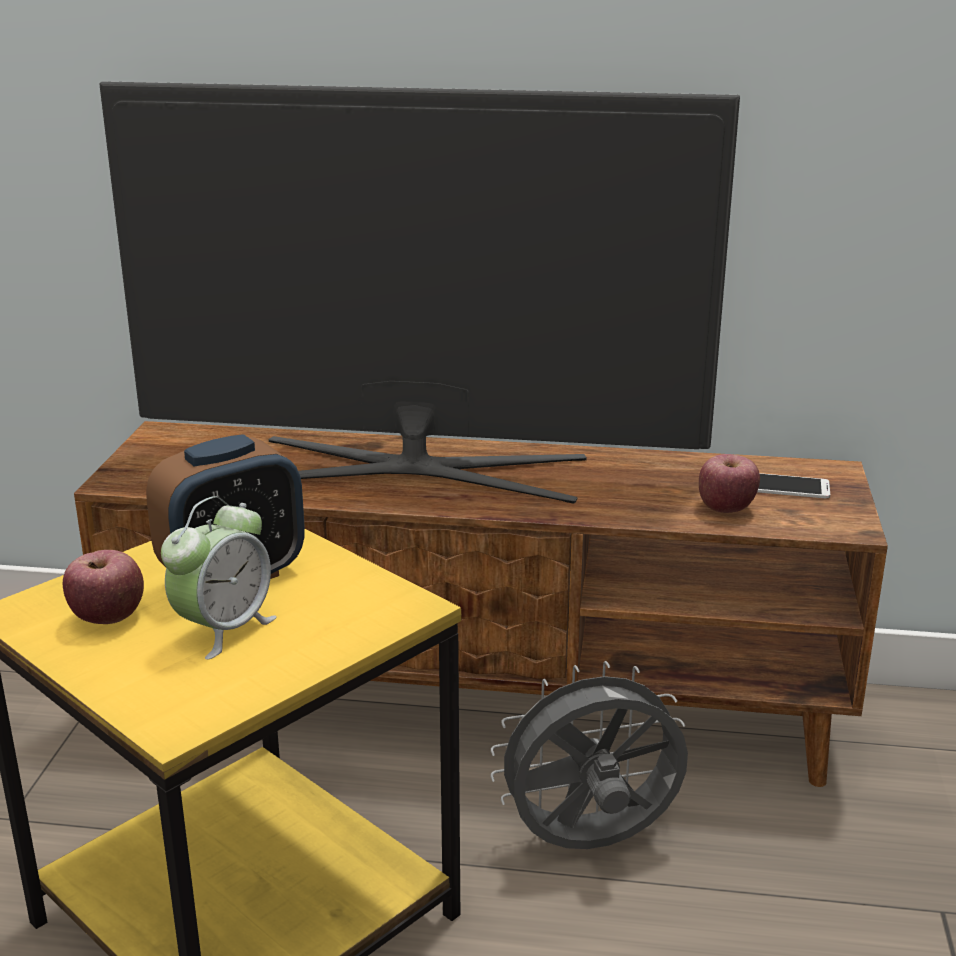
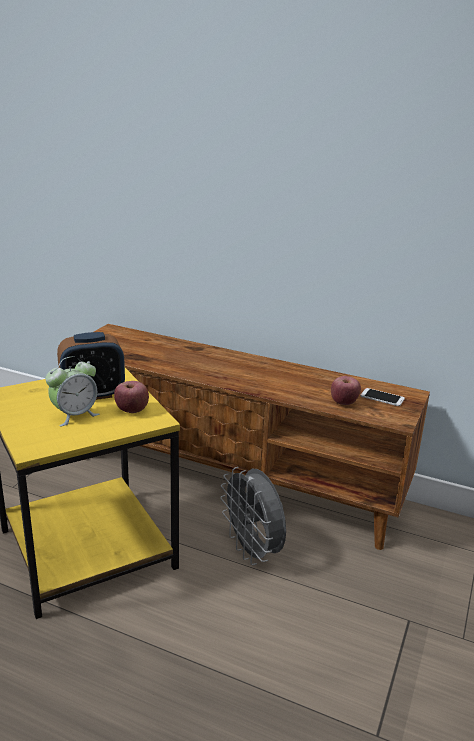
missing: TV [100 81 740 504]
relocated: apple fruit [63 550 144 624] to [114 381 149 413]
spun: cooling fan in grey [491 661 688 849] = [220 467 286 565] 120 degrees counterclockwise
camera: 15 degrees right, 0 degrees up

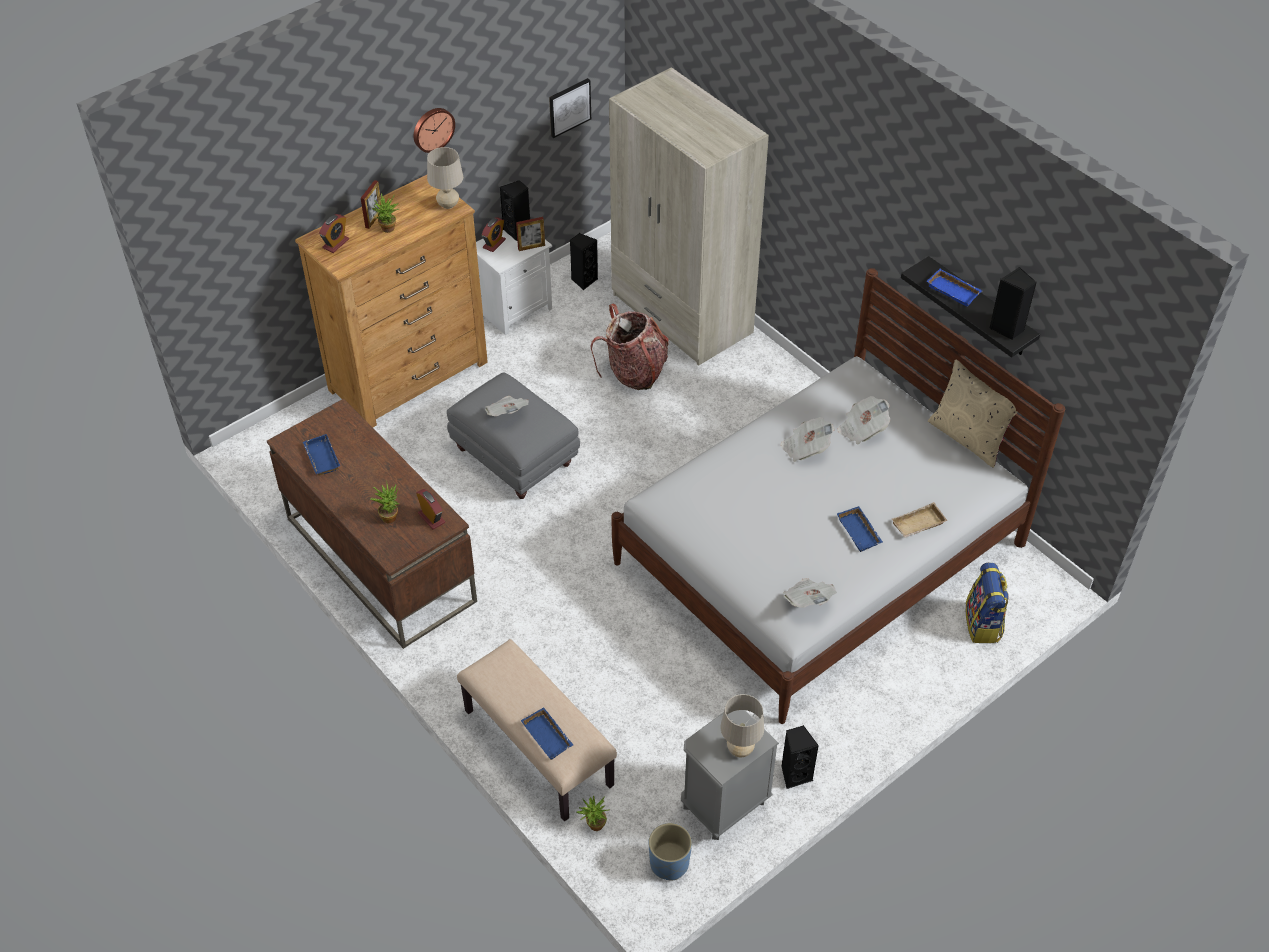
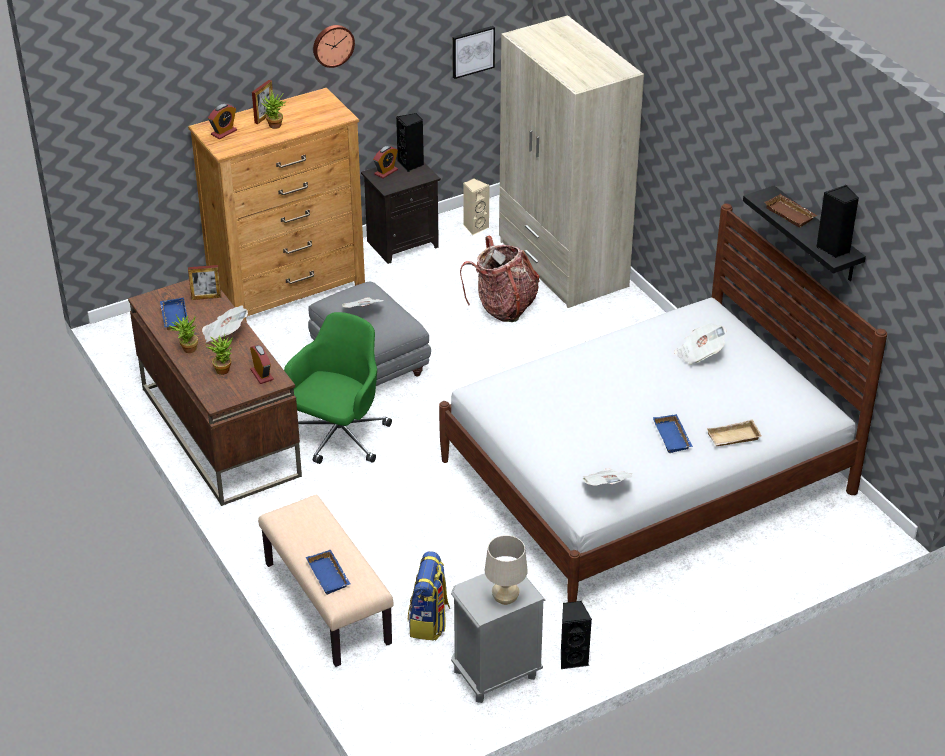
missing: tabletop lamp in beige-coloured [427 147 463 209]; plant pot in blue [649 823 692 880]; pillow in beige-coloured [928 360 1017 468]
appeared: computer chair in green [284 312 392 464]
relocated: photo frame [516 217 545 251] to [188 265 221 300]; houseplant [576 796 609 831] to [169 315 198 353]; printed paper [780 417 835 462] to [202 305 248 343]; rucksack [966 563 1009 643] to [408 551 450 641]
colour: night table in white [476 230 552 335] to night table in blackish [361 161 441 264]; audio speaker in blackish [570 233 598 290] to audio speaker in beige-coloured [463 178 490 235]; tray in blue [927 269 982 307] to tray in brownish [764 194 817 228]
camera: 10 degrees right, 10 degrees down

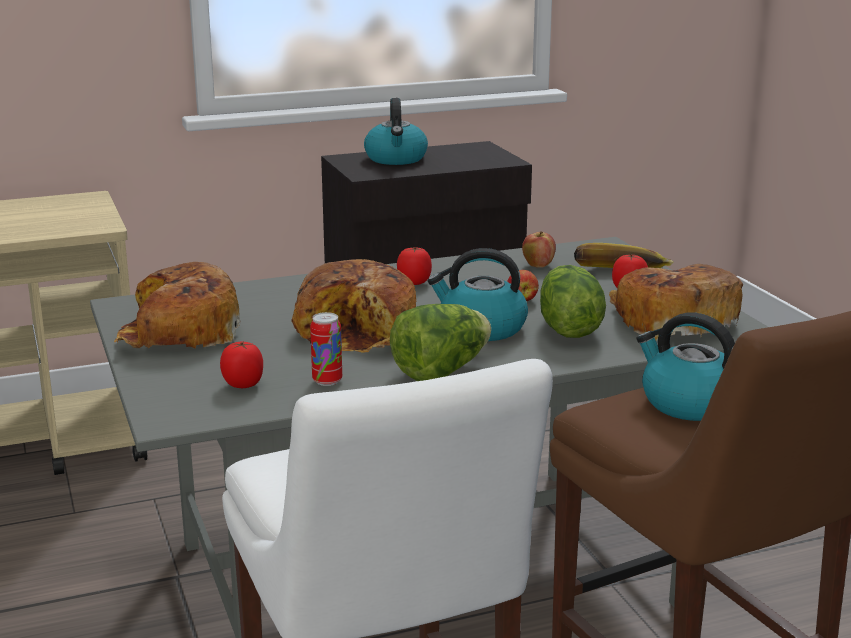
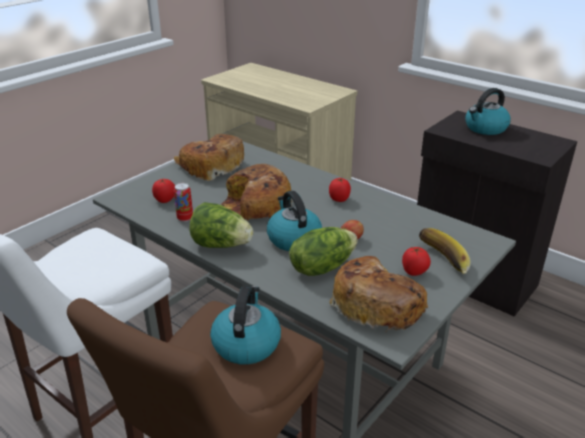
missing: apple fruit [522 231 556 268]
camera: 60 degrees right, 10 degrees up

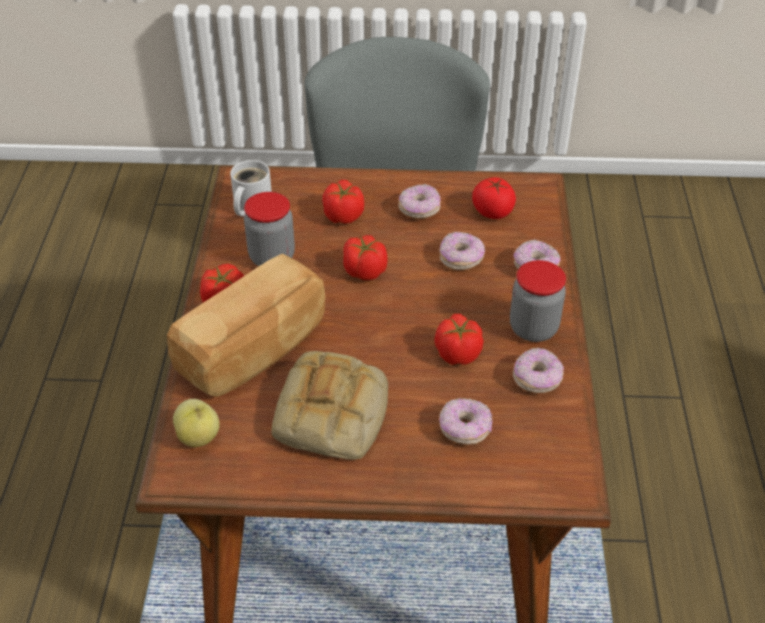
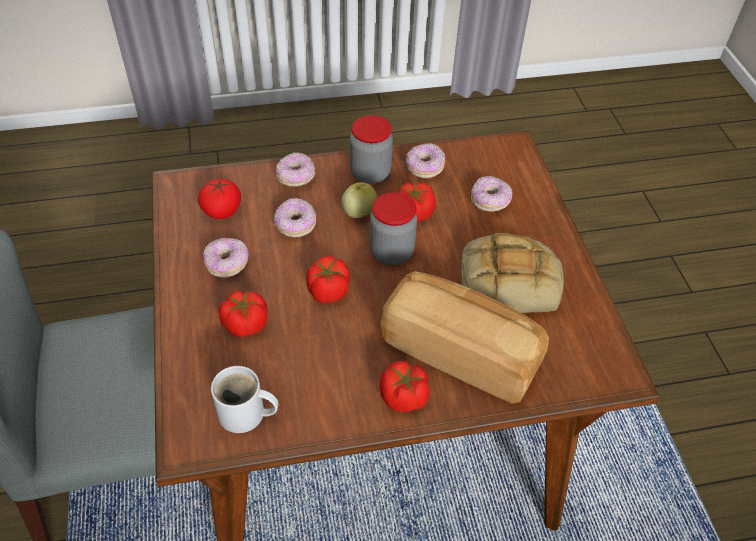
relocated: apple fruit [173 399 220 447] to [341 182 377 218]; jar [244 192 295 266] to [369 192 417 265]
camera: 105 degrees left, 5 degrees up

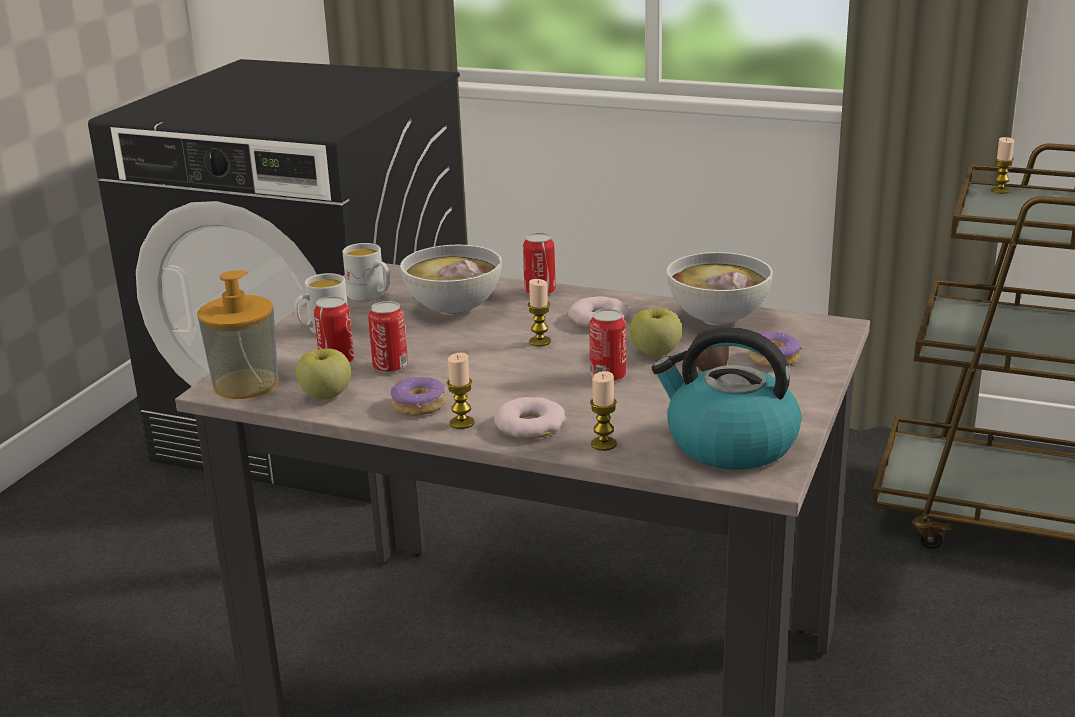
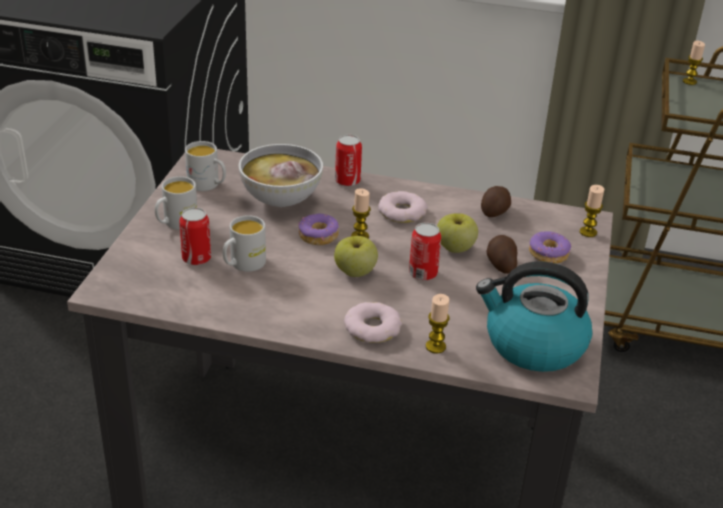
missing: liquid soap bottle [197 270 278 399]
relocated: apple fruit [296 349 351 400] to [334 236 378 277]; doughnut [391 377 446 416] to [298 214 339 245]; wax candle [447 353 474 429] to [580 185 604 237]
exchanged: can [368 301 408 373] to tea mug in white [223 215 266 272]; serving bowl [667 252 773 326] to whole potato [481 186 511 217]
camera: 10 degrees left, 10 degrees up

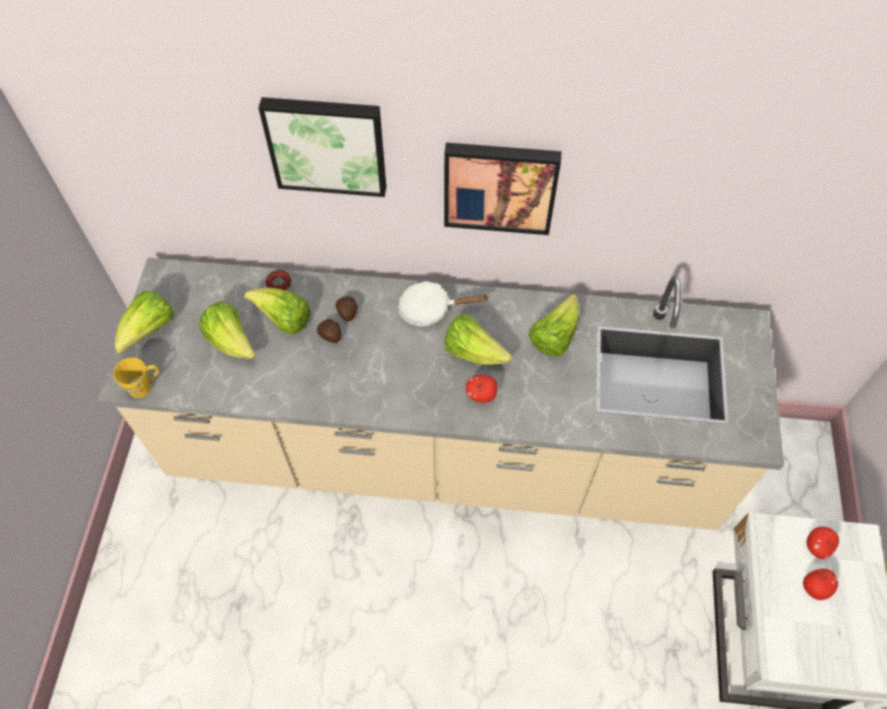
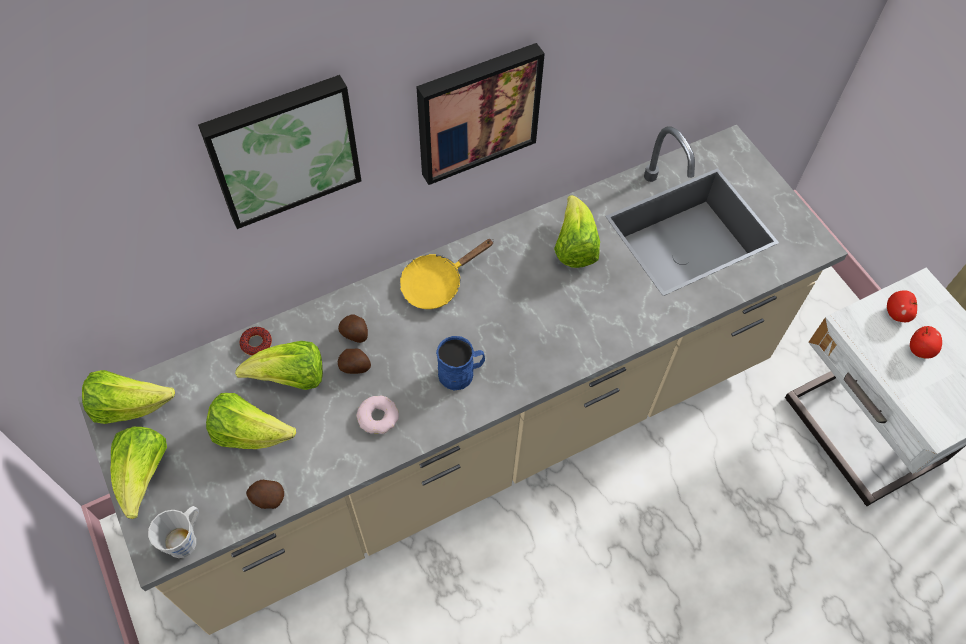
missing: apple fruit [466 375 497 403]
appeared: whole potato [246 480 284 509]; doughnut [356 396 399 434]; tea mug in blue [436 336 485 391]
relocated: head of lettuce [444 314 513 365] to [82 370 175 424]
colour: tea mug in yellow [113 358 159 398] to tea mug in grey [148 506 199 558]; skillet in white [398 281 489 327] to skillet in yellow [400 239 493 309]
camera: 35 degrees left, 0 degrees up

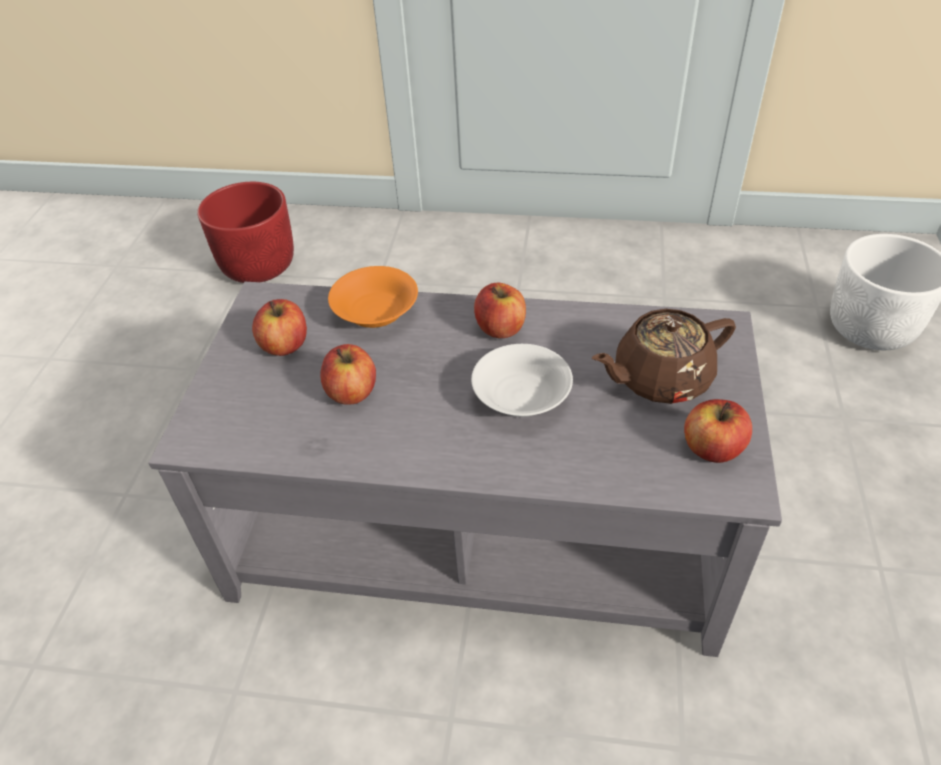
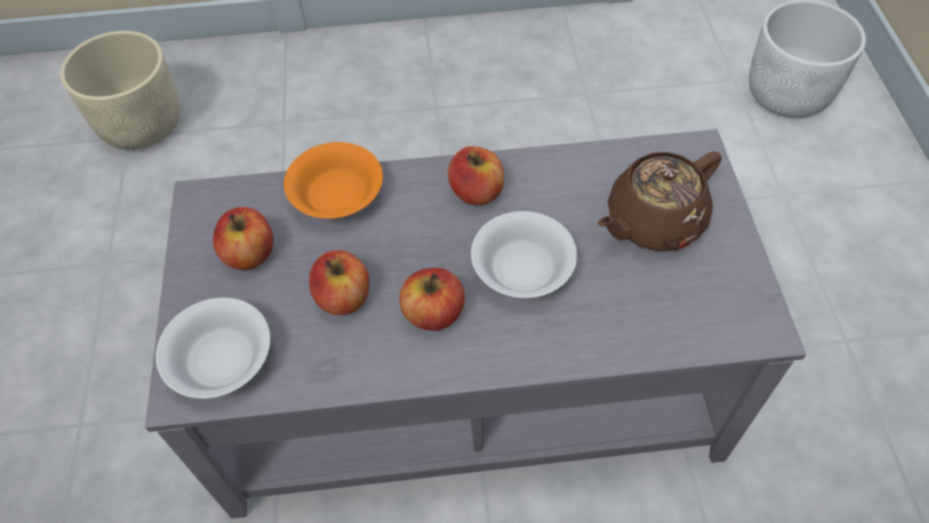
appeared: serving bowl in white [156 298 271 399]
relocated: apple fruit [684 399 752 463] to [399 268 465 331]
colour: plant pot in red-coloured [197 182 294 283] to plant pot in beige-coloured [60 31 180 150]
camera: 15 degrees left, 10 degrees up

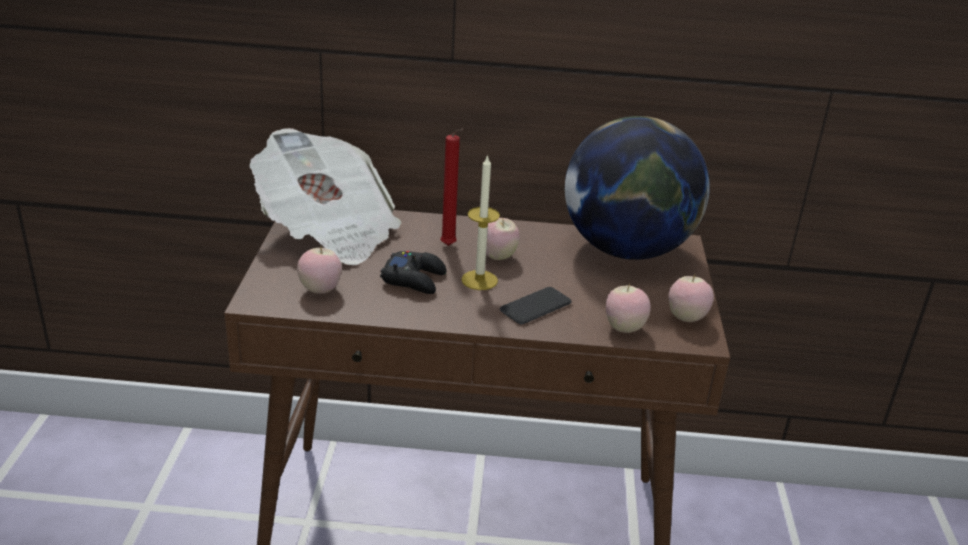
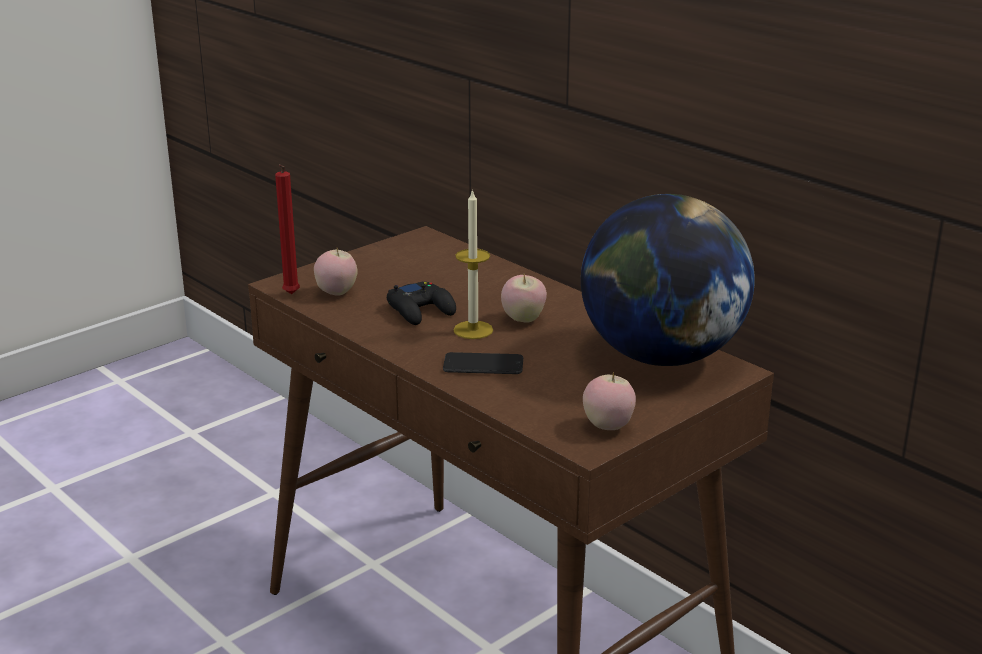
missing: printed paper [250 128 401 265]; apple fruit [606 284 651 333]
relocated: wax candle in red-coloured [440 129 463 246] to [275 164 300 294]
camera: 45 degrees right, 5 degrees down

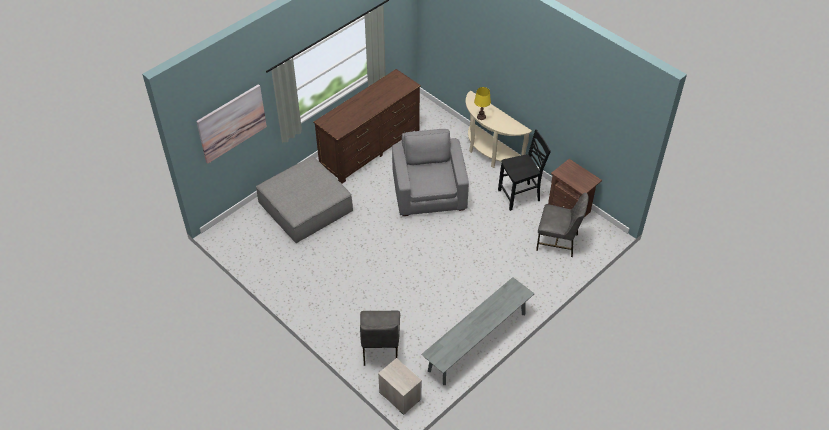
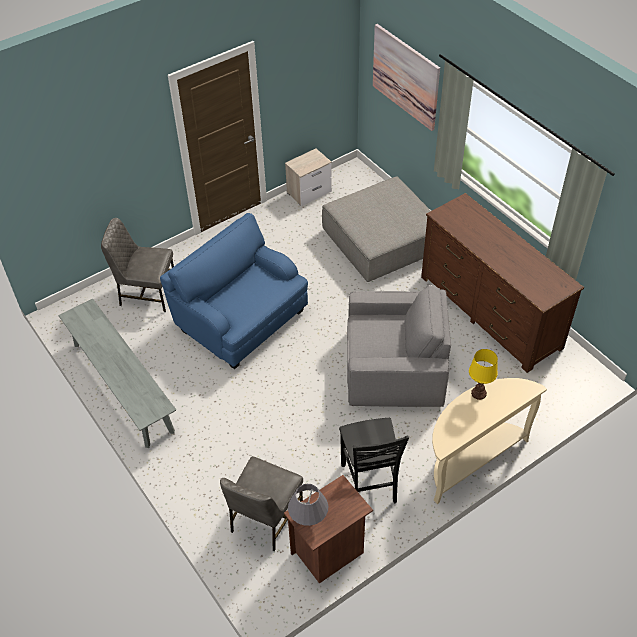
appeared: lounge chair in blue [160 213 308 369]; tabletop lamp in grey [288 484 328 526]
relocated: night table [378 358 422 415] to [285 149 332 206]
camera: 100 degrees right, 0 degrees up

